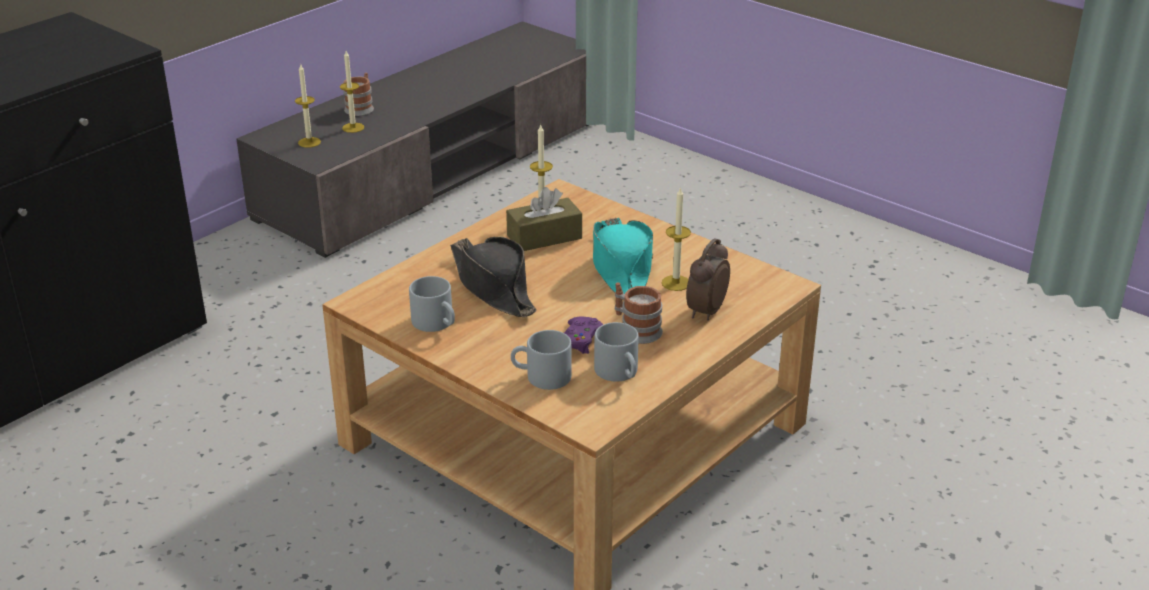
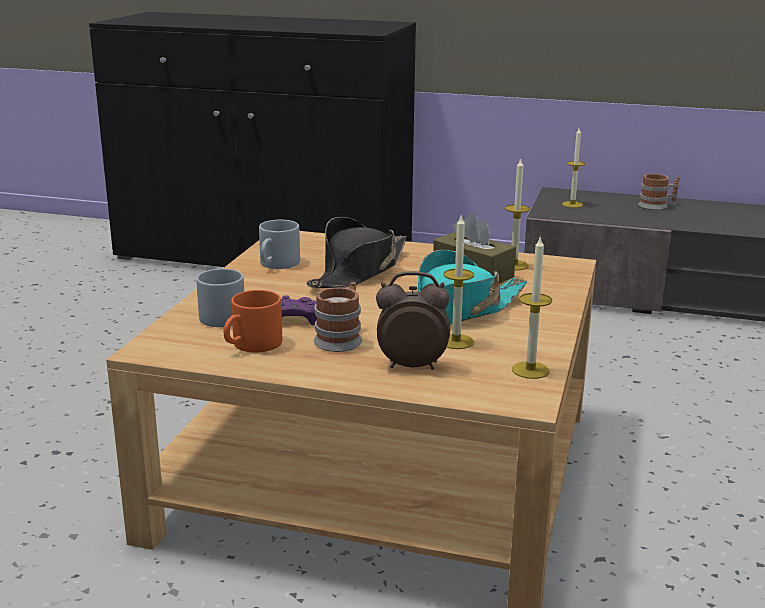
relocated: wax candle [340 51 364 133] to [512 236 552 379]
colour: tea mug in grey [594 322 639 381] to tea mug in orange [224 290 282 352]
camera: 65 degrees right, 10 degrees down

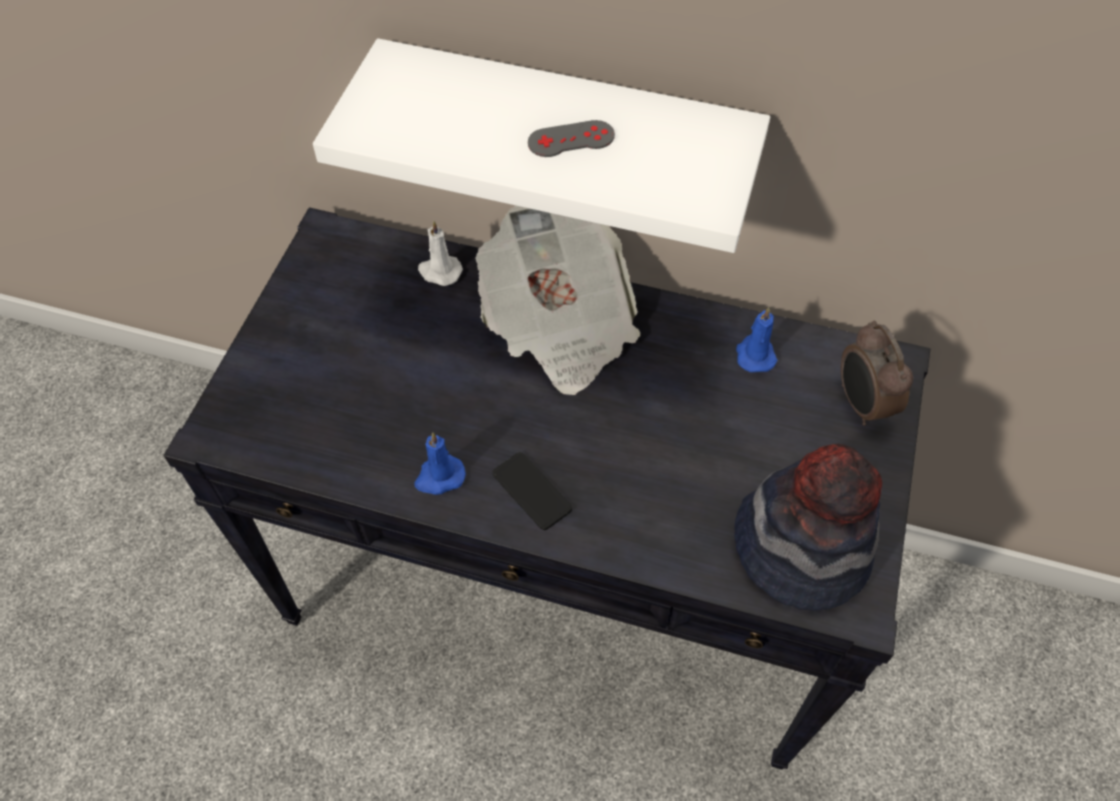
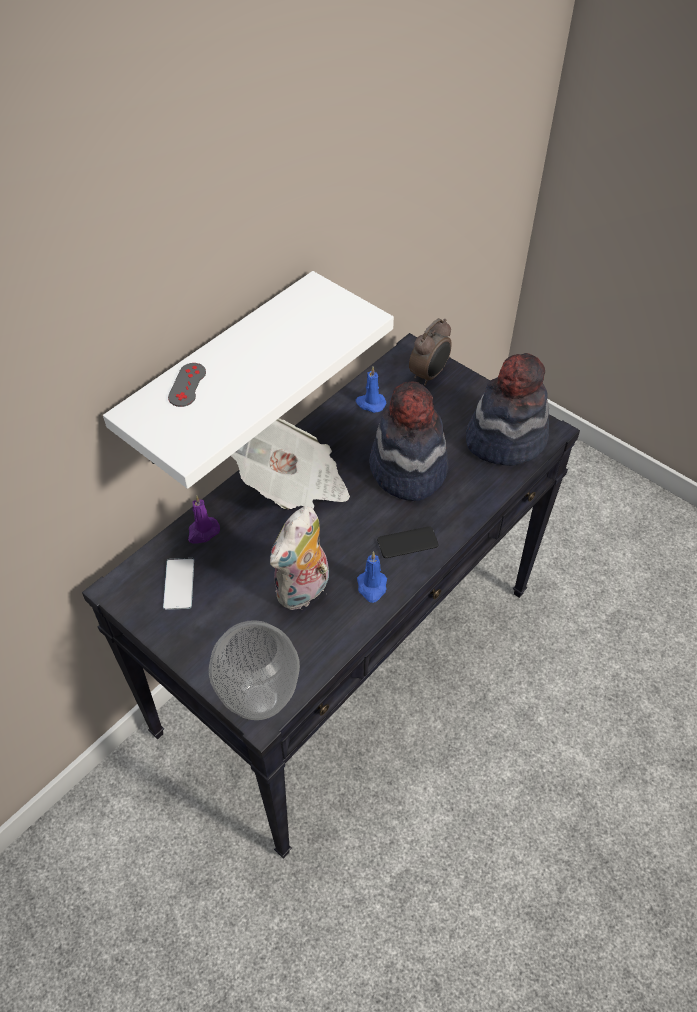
appeared: handset [163 558 194 610]; vase [209 620 300 720]; plush toy [270 507 329 610]; wearable hat [369 382 449 501]
relocated: game controller in grey [528 120 615 157] to [168 363 206 407]
colour: wax candle in white [418 220 463 286] to wax candle in purplish [188 495 220 544]
spun: table clock [841 321 913 426] = [409 318 452 386] 60 degrees counterclockwise
camera: 65 degrees left, 5 degrees down

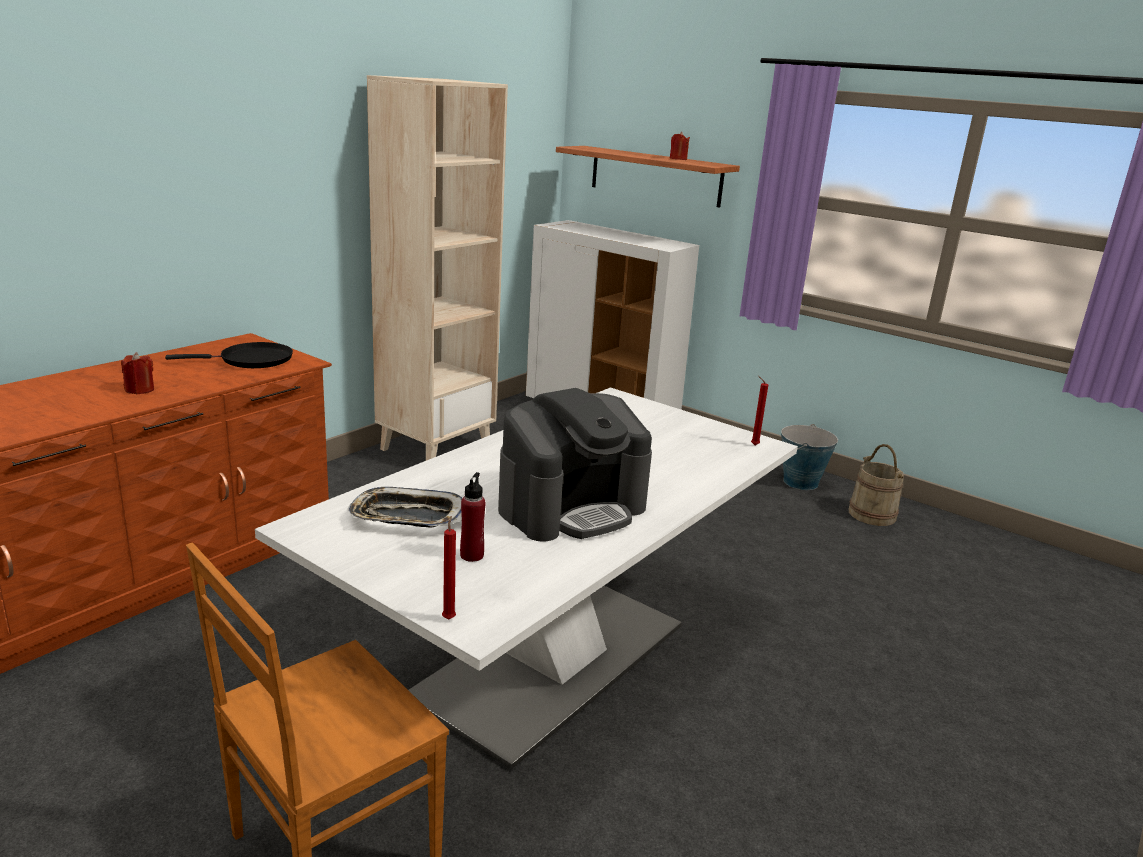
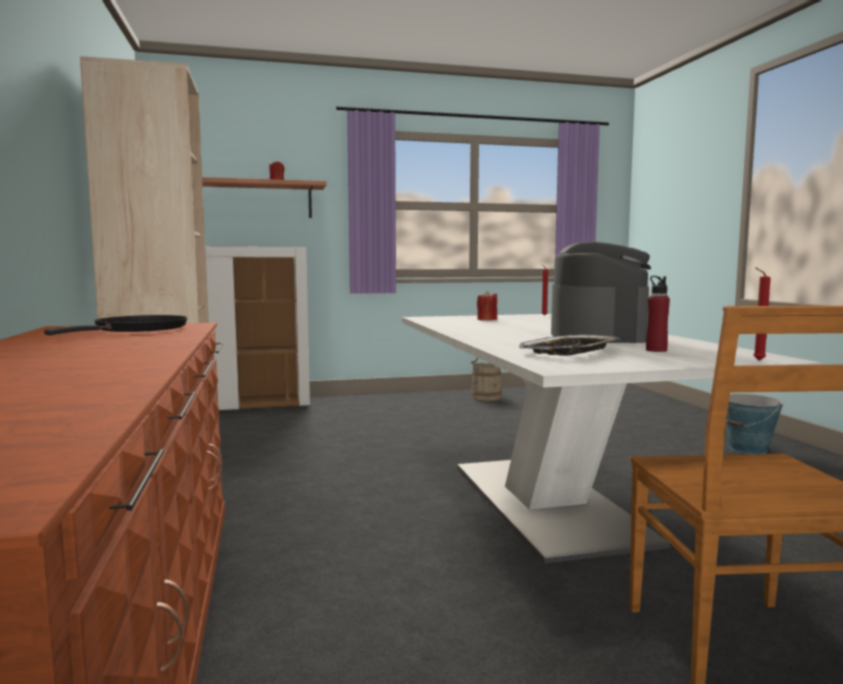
relocated: wax candle in red-coloured [121 352 154 394] to [477 291 497 320]; water bucket [781 424 838 490] to [726 394 783 454]
camera: 50 degrees left, 15 degrees down

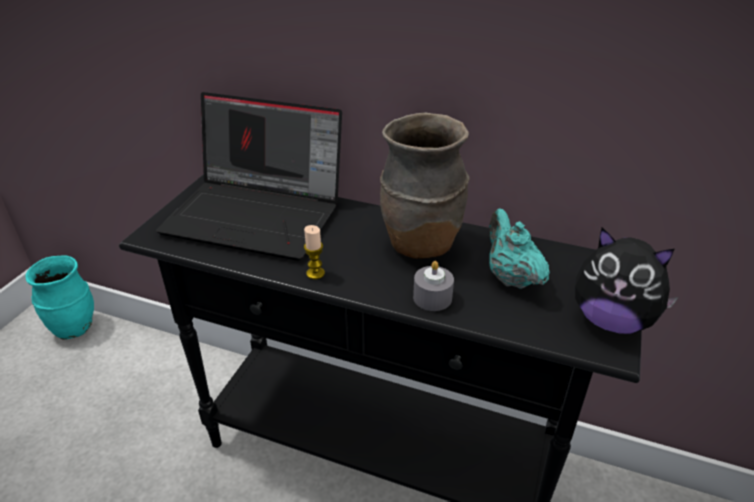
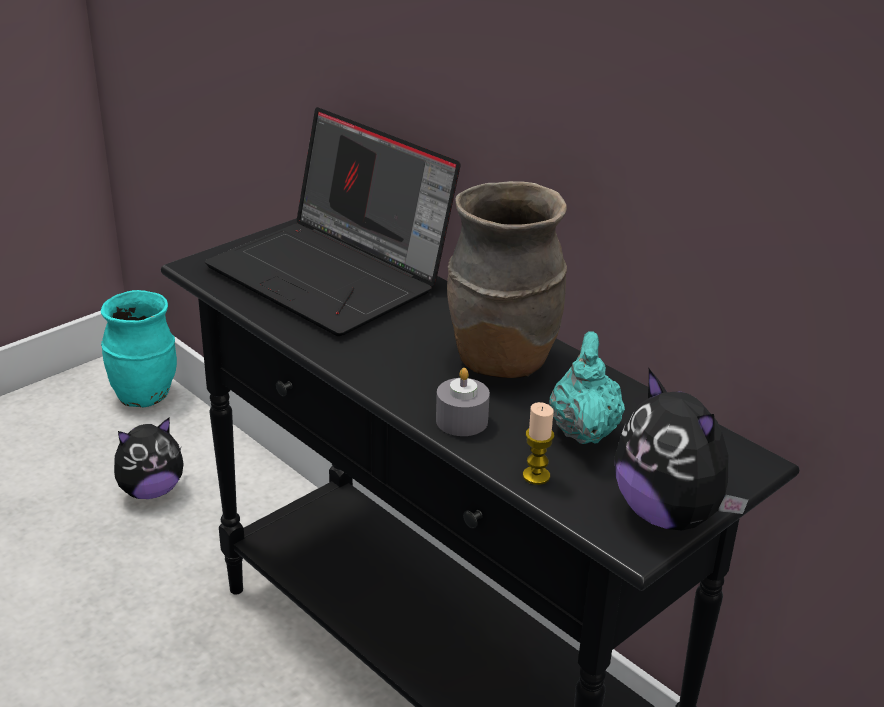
appeared: plush toy [114 418 184 499]
relocated: wax candle [304 225 325 279] to [523 402 554 485]
camera: 25 degrees right, 5 degrees down

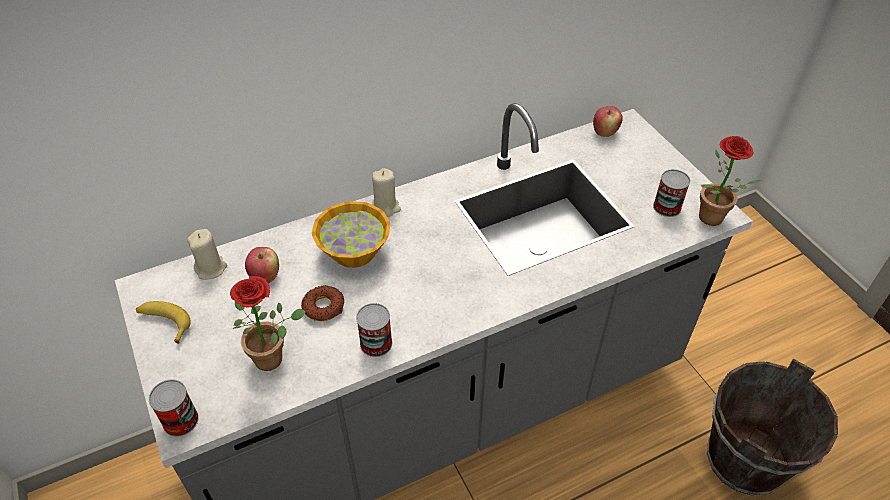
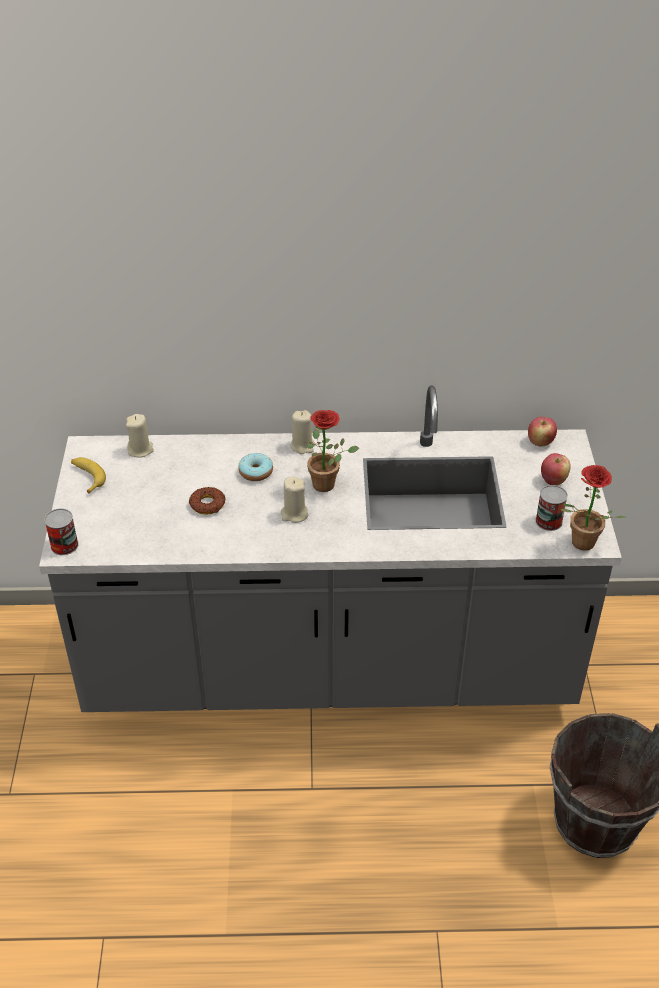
missing: can [356 303 392 357]
appeared: wax candle in beige-coloured [281 477 308 523]
relocated: houseplant [230 276 306 371] to [306 410 359 492]; apple fruit [245 247 279 284] to [541 453 571 486]
exchanged: serving bowl [312 201 390 268] to doughnut [238 453 273 481]
camera: 25 degrees right, 5 degrees down

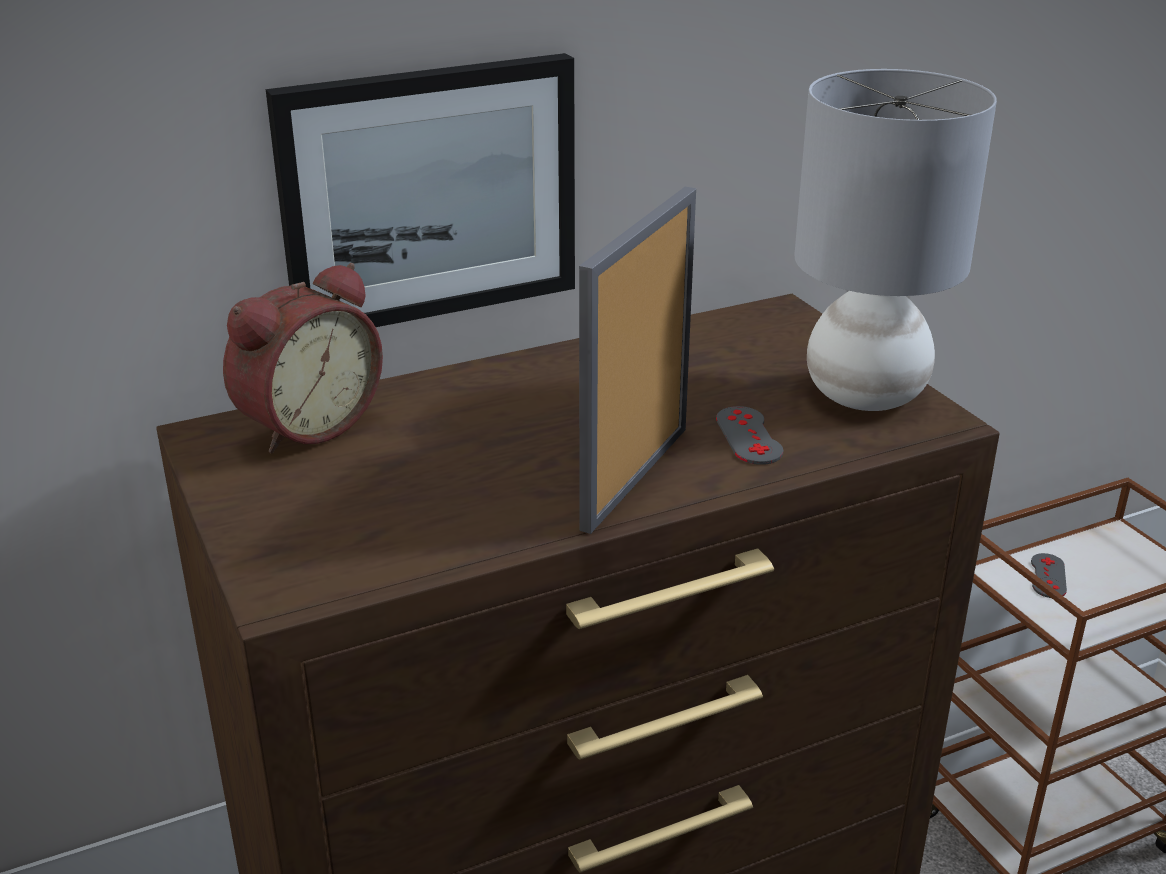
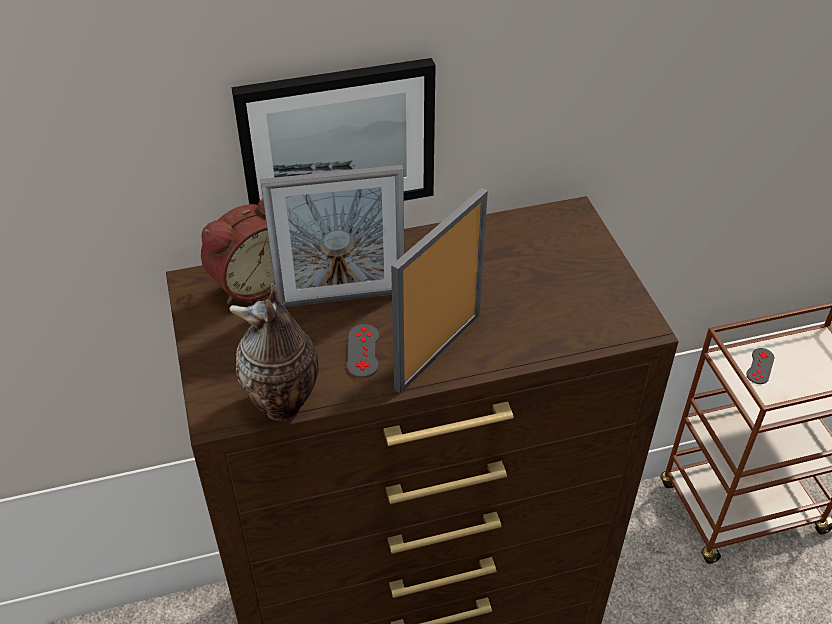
missing: tabletop lamp in grey [794 69 997 411]
appeared: vase [229 283 319 421]; photo frame [260 165 404 307]
relocated: game controller in grey [716 406 784 465] to [347 324 379 378]
camera: 10 degrees right, 15 degrees up

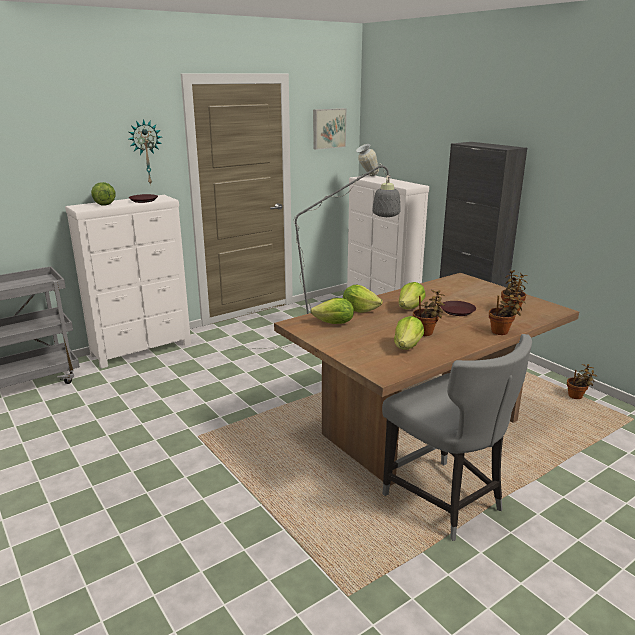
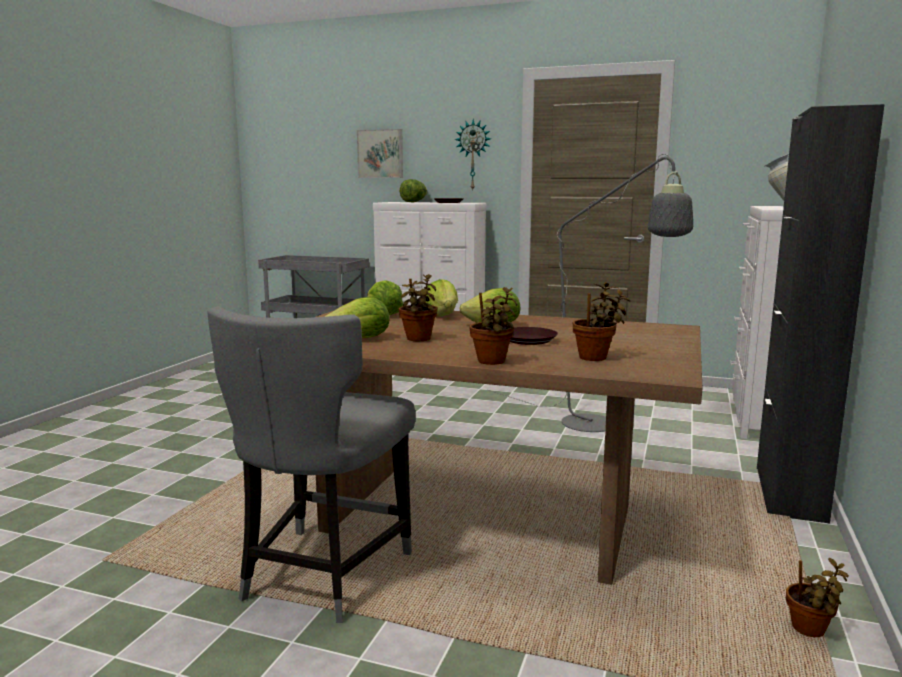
relocated: wall picture [313 108 346 150] to [357 129 403 178]
camera: 55 degrees right, 10 degrees down

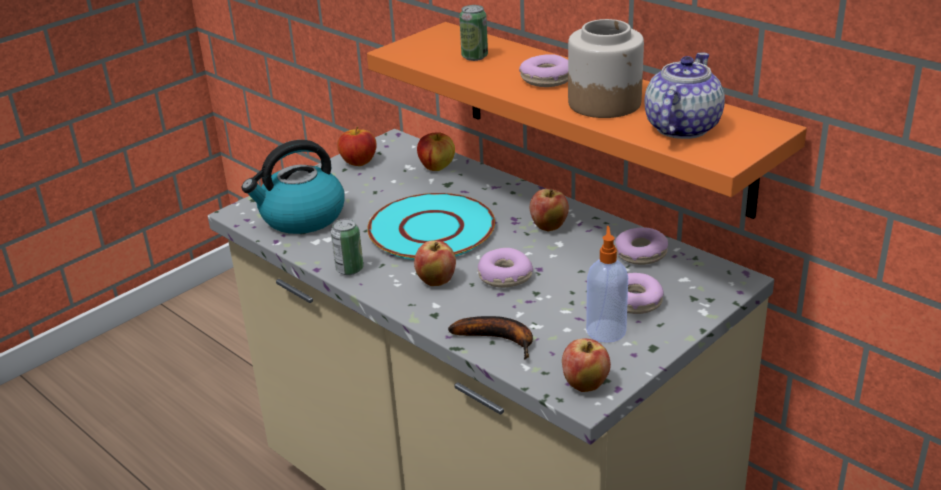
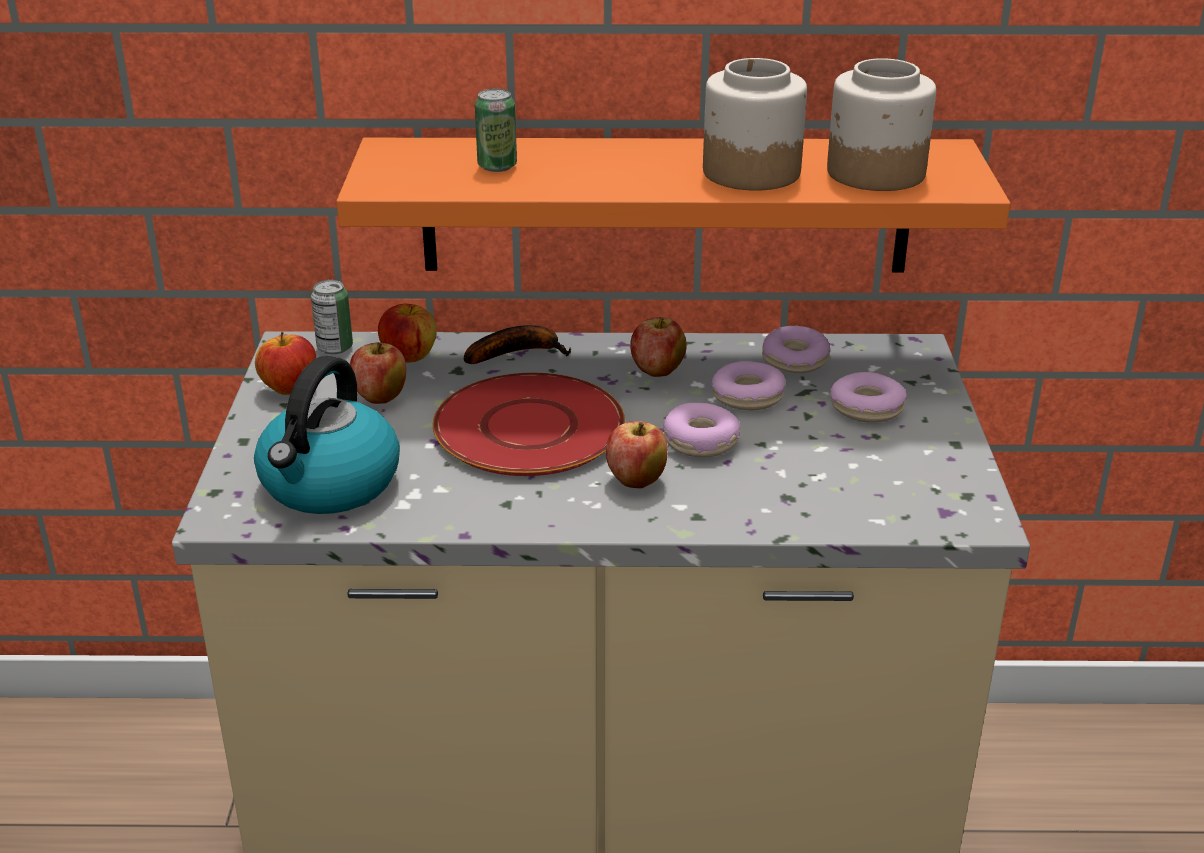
missing: liquid soap bottle [586 226 628 343]
relocated: can [331 218 363 275] to [311 280 353 354]; banana [448 316 533 360] to [464 325 571 364]; doughnut [519 54 568 87] to [711 361 786 410]; apple fruit [562 338 611 392] to [350 342 406 404]
exchanged: tea pot [645 52 725 139] to jar [827 58 936 191]
colour: flat dish in turquoise-coloured [367 193 495 260] to flat dish in red-coloured [433 373 625 476]
camera: 45 degrees left, 0 degrees up

